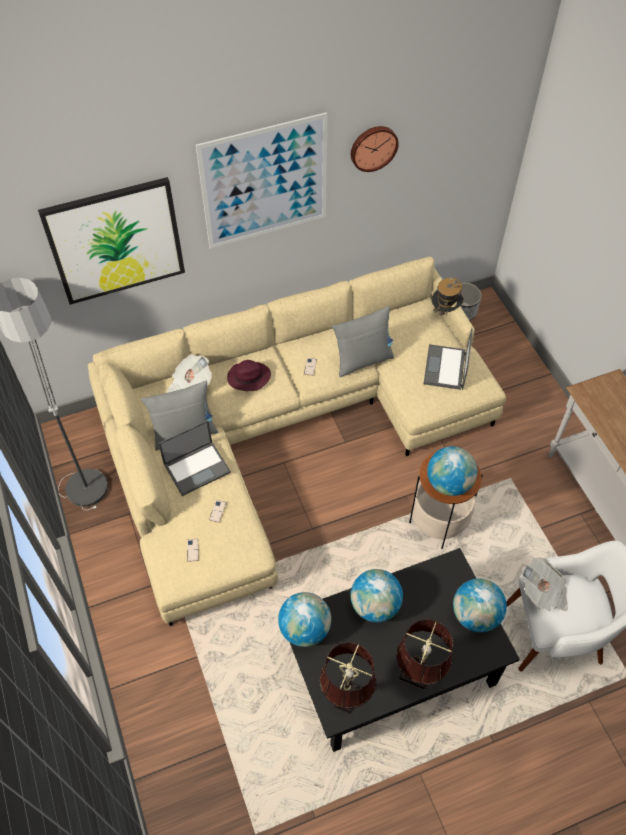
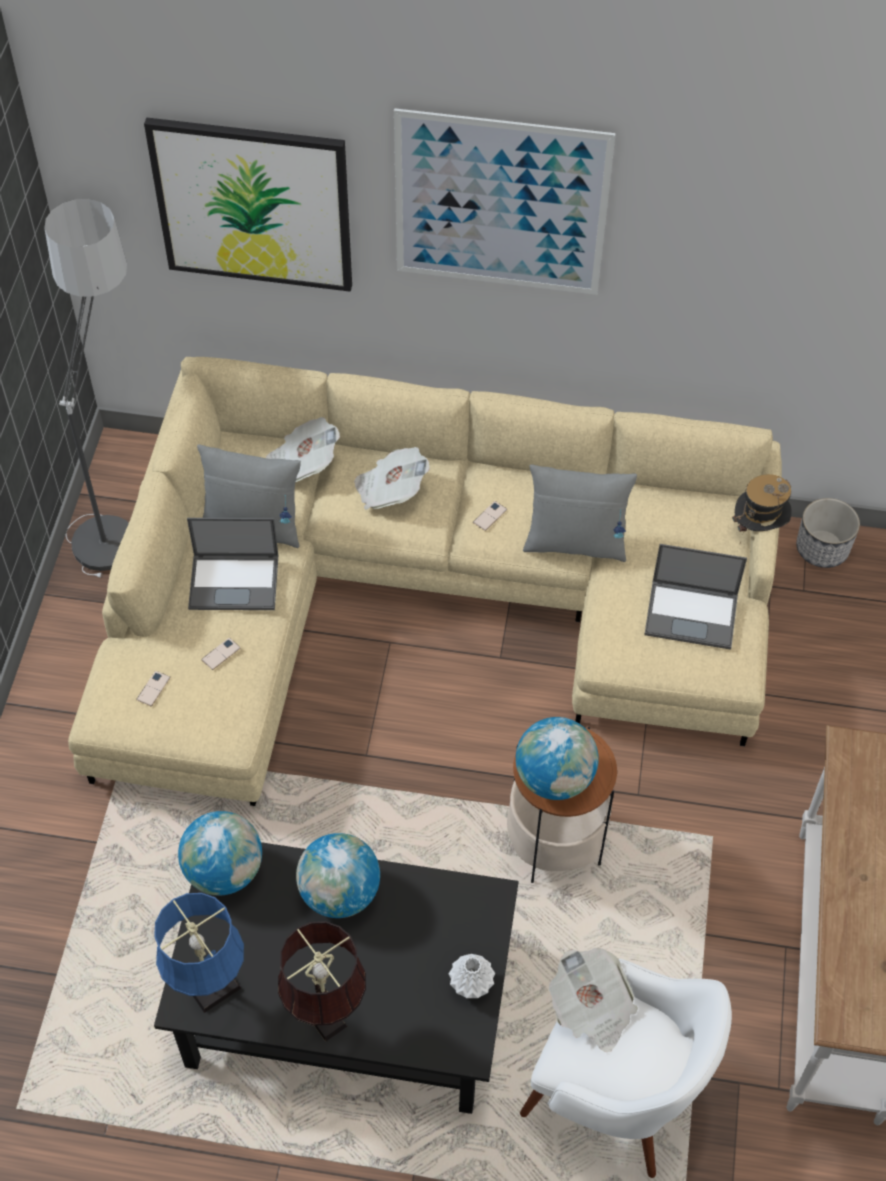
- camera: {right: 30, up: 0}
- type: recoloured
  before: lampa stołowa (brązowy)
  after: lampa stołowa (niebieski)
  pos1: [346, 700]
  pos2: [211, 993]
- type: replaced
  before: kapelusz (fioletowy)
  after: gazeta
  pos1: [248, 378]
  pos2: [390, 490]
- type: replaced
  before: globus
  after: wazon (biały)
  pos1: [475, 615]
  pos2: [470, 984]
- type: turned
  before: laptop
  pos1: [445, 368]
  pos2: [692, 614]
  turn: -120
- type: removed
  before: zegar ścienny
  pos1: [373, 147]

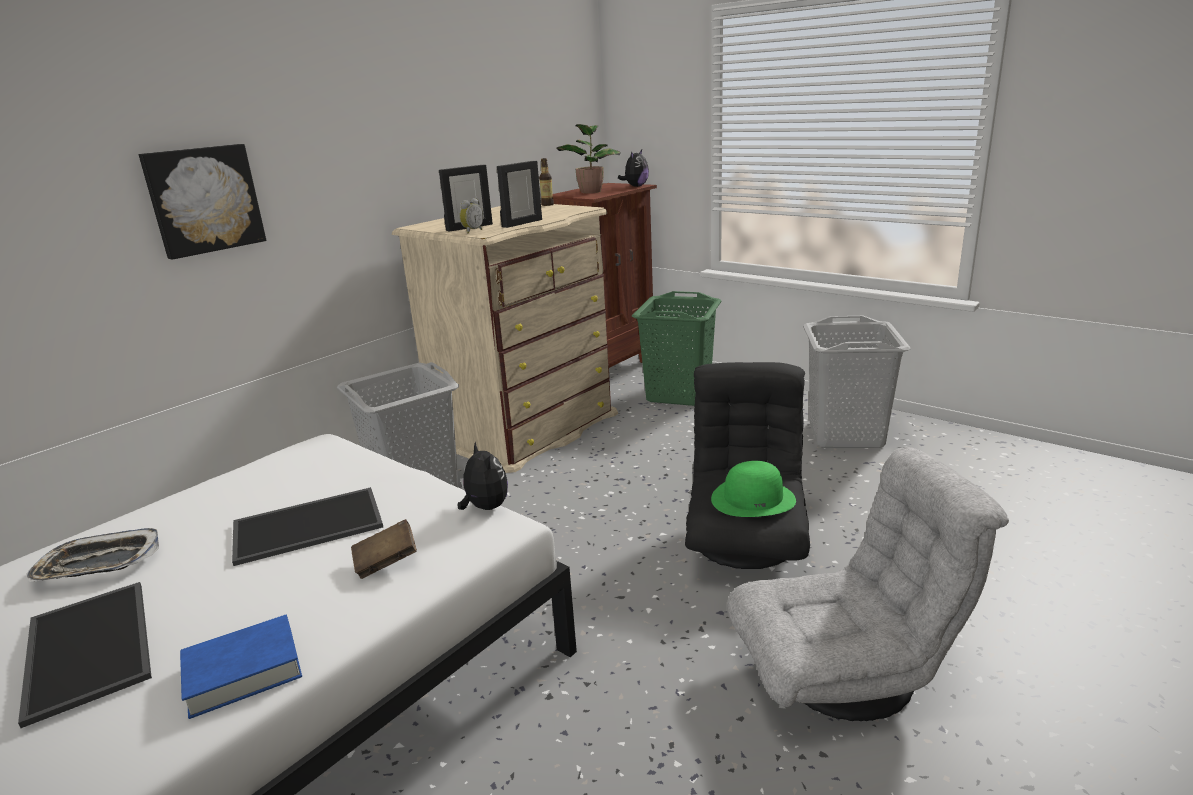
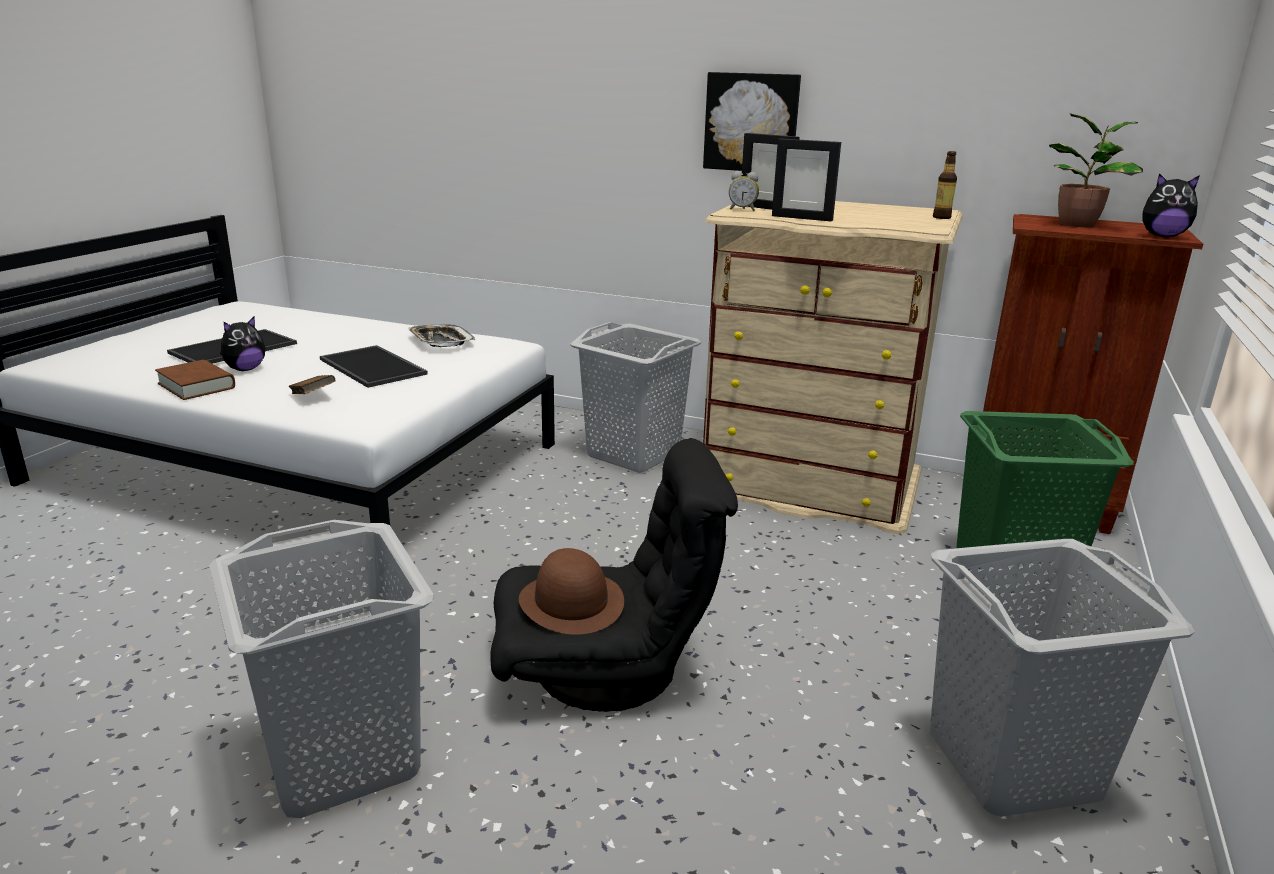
- camera: {right: 70, up: 0}
- type: recoloured
  before: książka (niebieski)
  after: książka (brązowy)
  pos1: [243, 671]
  pos2: [196, 386]
- type: replaced
  before: fotel (szary)
  after: kosz na pranie (szary)
  pos1: [843, 674]
  pos2: [341, 759]
- type: moved
  before: pluszak
  pos1: [485, 507]
  pos2: [245, 369]
- type: moved
  before: taca
  pos1: [98, 564]
  pos2: [441, 341]
- type: recoloured
  before: kapelusz (zielony)
  after: kapelusz (brązowy)
  pos1: [753, 499]
  pos2: [571, 602]
- type: moved
  before: obraz
  pos1: [204, 200]
  pos2: [751, 122]

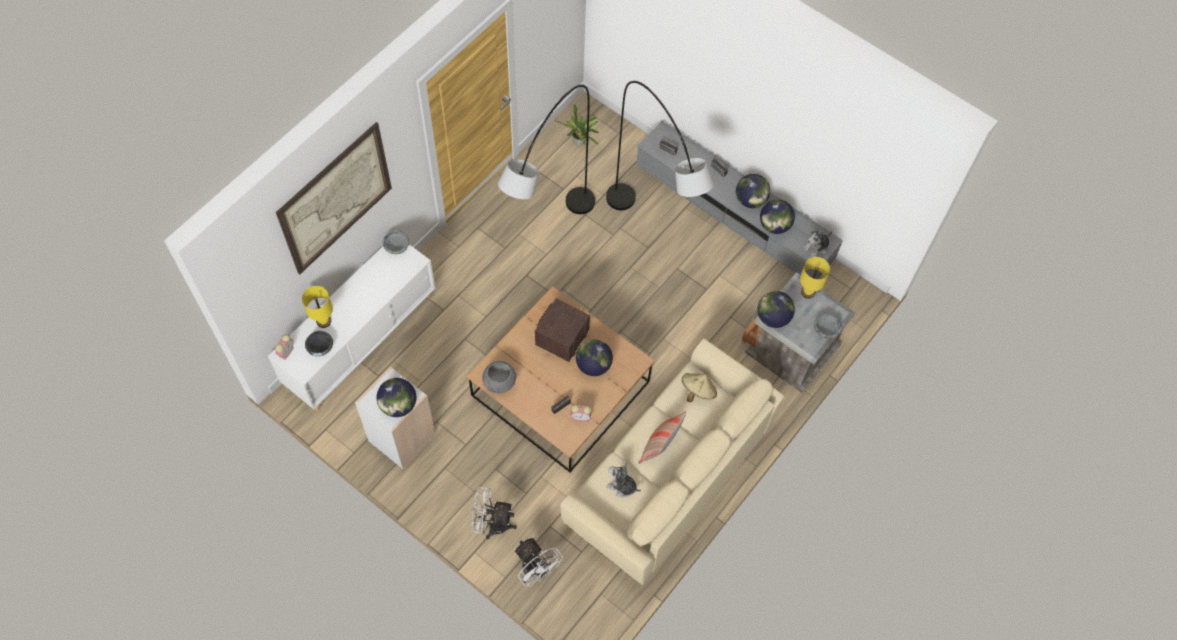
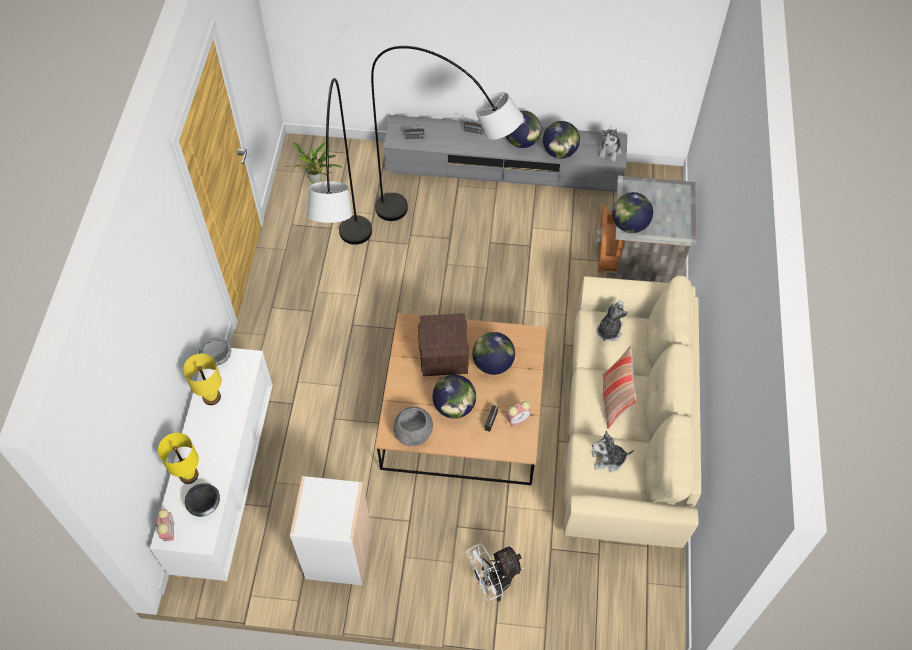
- camera: {right: -30, up: -5}
- type: moved
  before: lampa stołowa (żółty)
  pos1: [808, 292]
  pos2: [212, 397]
- type: moved
  before: globus
  pos1: [398, 405]
  pos2: [454, 407]
- type: replaced
  before: kapelusz (beżowy)
  after: pluszak
  pos1: [697, 391]
  pos2: [609, 330]
- type: removed
  before: obraz
  pos1: [336, 198]
- type: removed
  before: wentylator (biały)
  pos1: [535, 571]
- type: removed
  before: miska (szary)
  pos1: [825, 330]

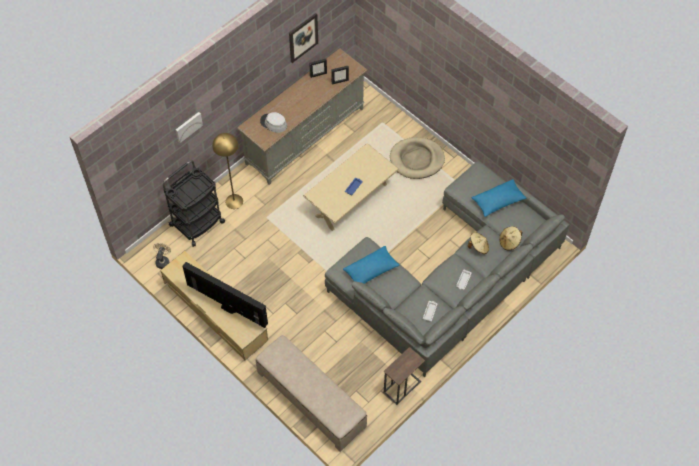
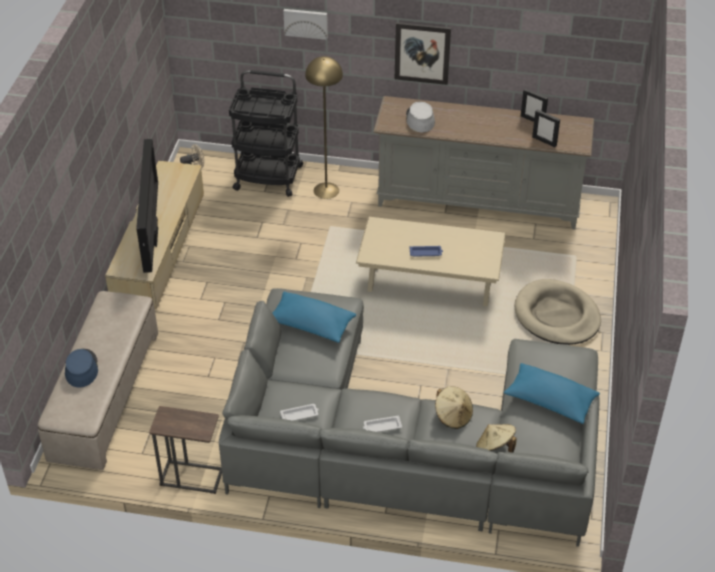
- camera: {right: 55, up: -15}
- type: added
  after: kapelusz (niebieski)
  pos2: [81, 369]
- type: moved
  before: obraz
  pos1: [303, 37]
  pos2: [422, 53]

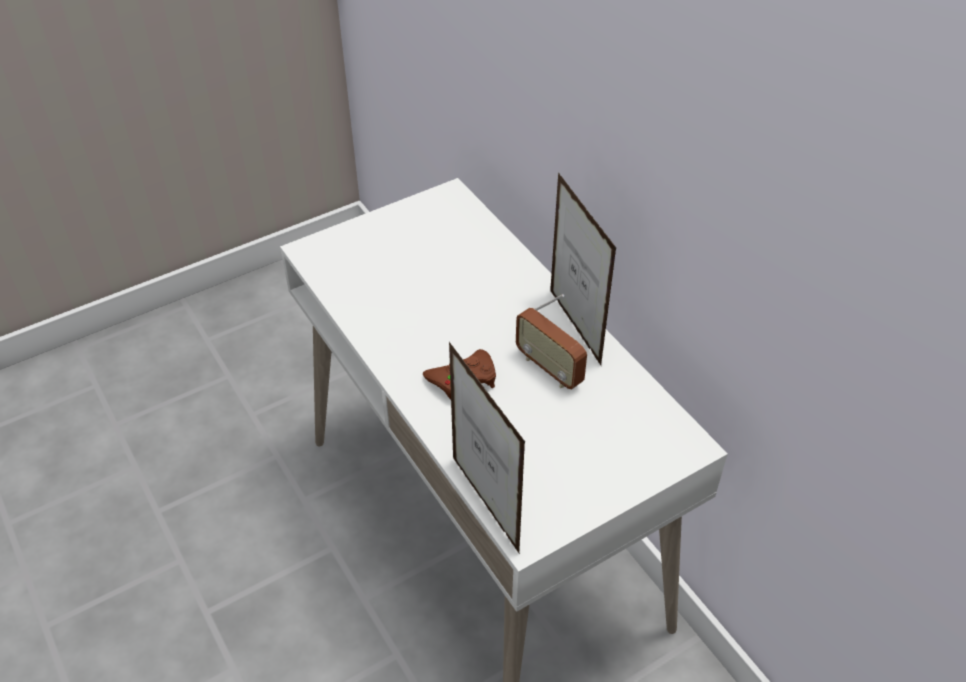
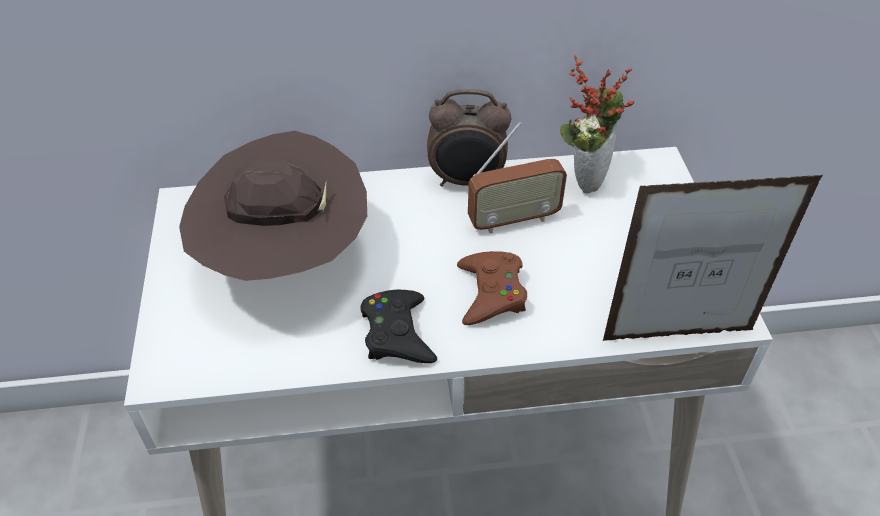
- camera: {right: -65, up: 0}
- type: added
  after: kapelusz (brązowy)
  pos2: [284, 260]
- type: added
  after: pad do gier (czarny)
  pos2: [397, 333]
- type: replaced
  before: ramka na zdjęcie
  after: budzik
  pos1: [575, 327]
  pos2: [466, 181]
- type: added
  after: roślina doniczkowa
  pos2: [585, 176]

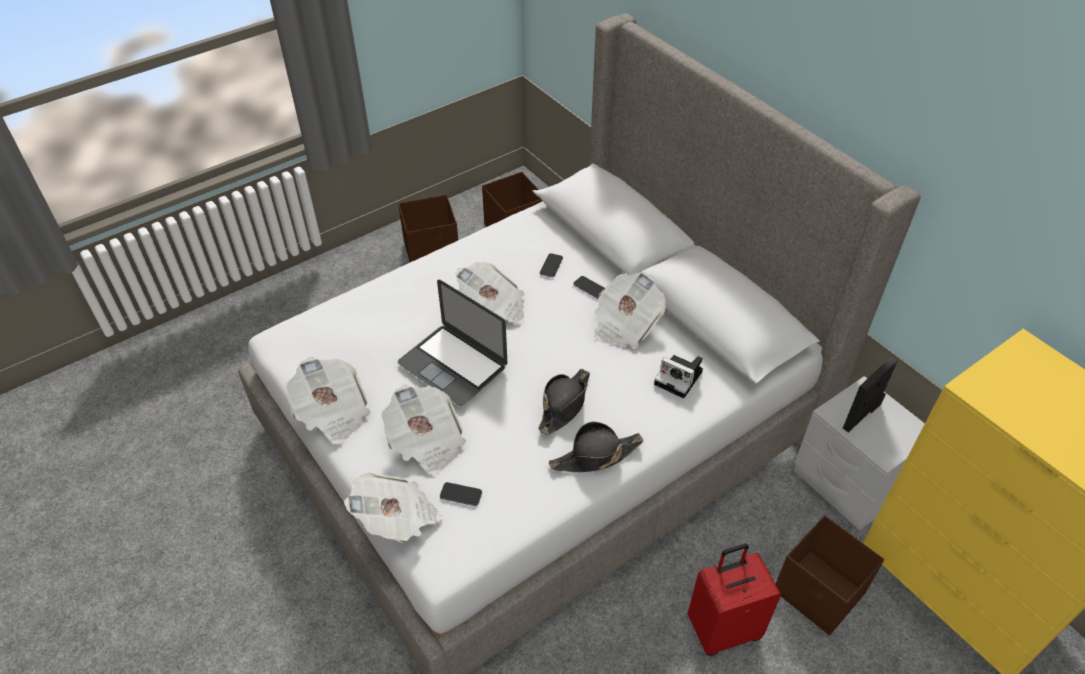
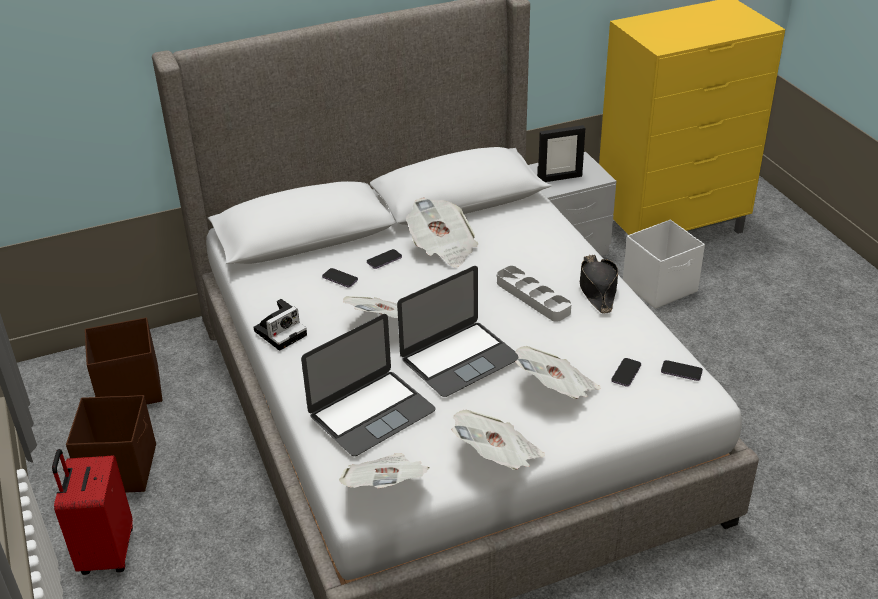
- camera: {right: -75, up: -10}
- type: moved
  before: walizka (czerwony)
  pos1: [723, 628]
  pos2: [105, 552]
- type: moved
  before: aparat fotograficzny
  pos1: [680, 378]
  pos2: [281, 332]
- type: added
  after: laptop
  pos2: [371, 412]
- type: moved
  before: gazeta
  pos1: [397, 519]
  pos2: [386, 487]
- type: replaced
  before: kapelusz (czarny)
  after: taca (szary)
  pos1: [564, 405]
  pos2: [533, 297]
- type: turned
  before: ramka na zdjęcie
  pos1: [862, 416]
  pos2: [559, 177]
  turn: -75
- type: recoloured
  before: pojemnik do przechowywania (brązowy)
  after: pojemnik do przechowywania (biały)
  pos1: [819, 593]
  pos2: [660, 287]
- type: added
  after: telefon
  pos2: [681, 372]

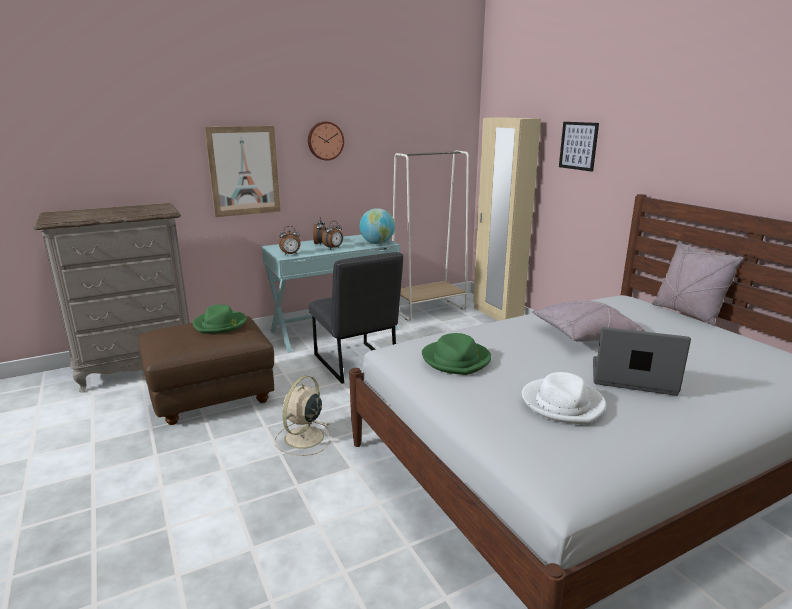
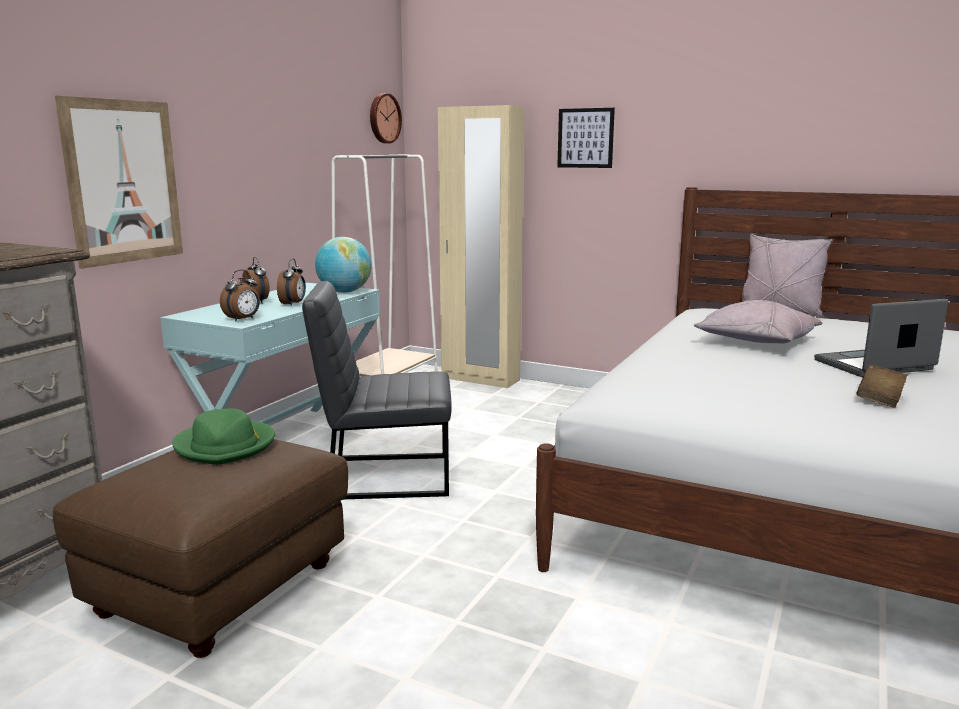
- camera: {right: -35, up: -5}
- type: turned
  before: krzesło (szary)
  pos1: [355, 363]
  pos2: [385, 476]
  turn: 150
- type: moved
  before: zegar ścienny
  pos1: [325, 141]
  pos2: [383, 118]
- type: replaced
  before: kapelusz (biały)
  after: książka (brązowy)
  pos1: [563, 404]
  pos2: [880, 398]
- type: removed
  before: wentylator (beżowy)
  pos1: [303, 438]
- type: removed
  before: kapelusz (zielony)
  pos1: [456, 360]

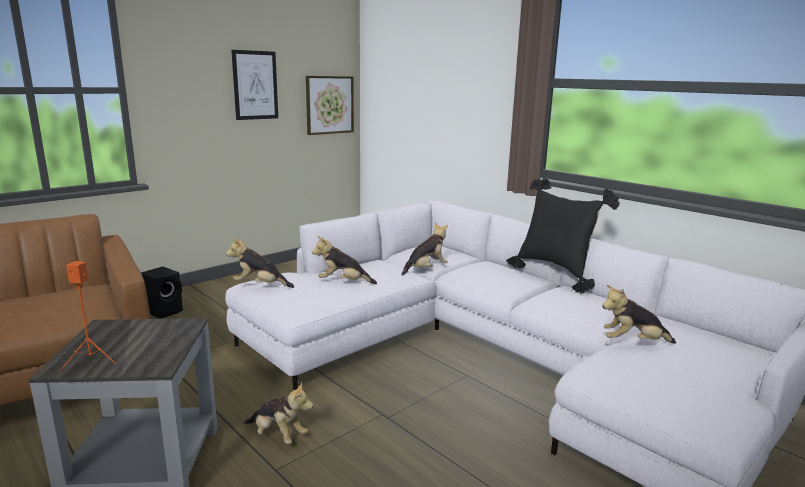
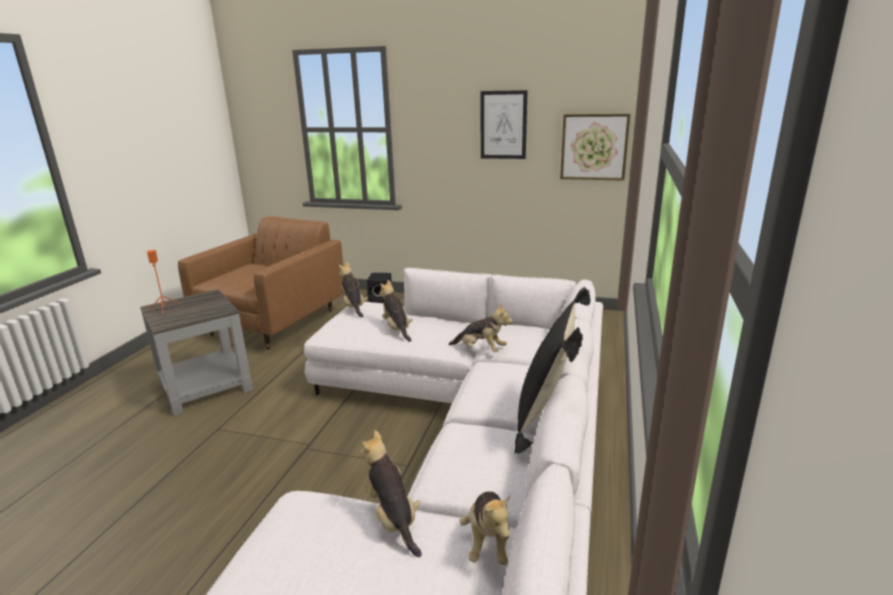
- camera: {right: 60, up: 5}
- type: moved
  before: pluszak
  pos1: [278, 435]
  pos2: [488, 541]

